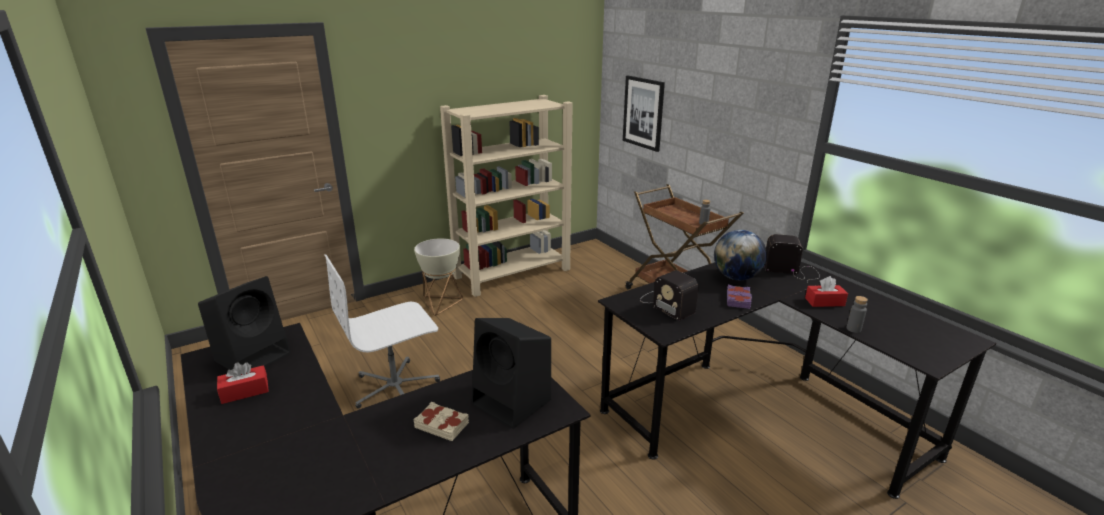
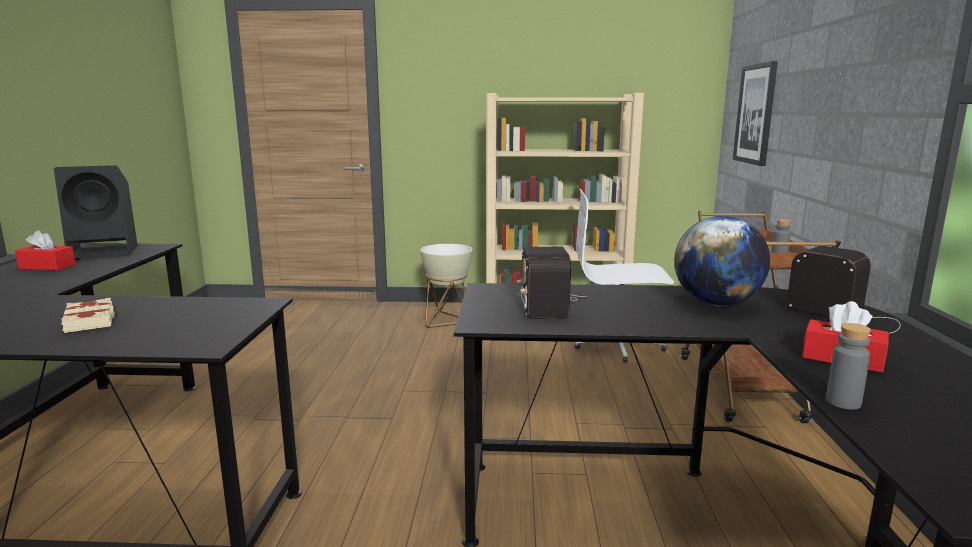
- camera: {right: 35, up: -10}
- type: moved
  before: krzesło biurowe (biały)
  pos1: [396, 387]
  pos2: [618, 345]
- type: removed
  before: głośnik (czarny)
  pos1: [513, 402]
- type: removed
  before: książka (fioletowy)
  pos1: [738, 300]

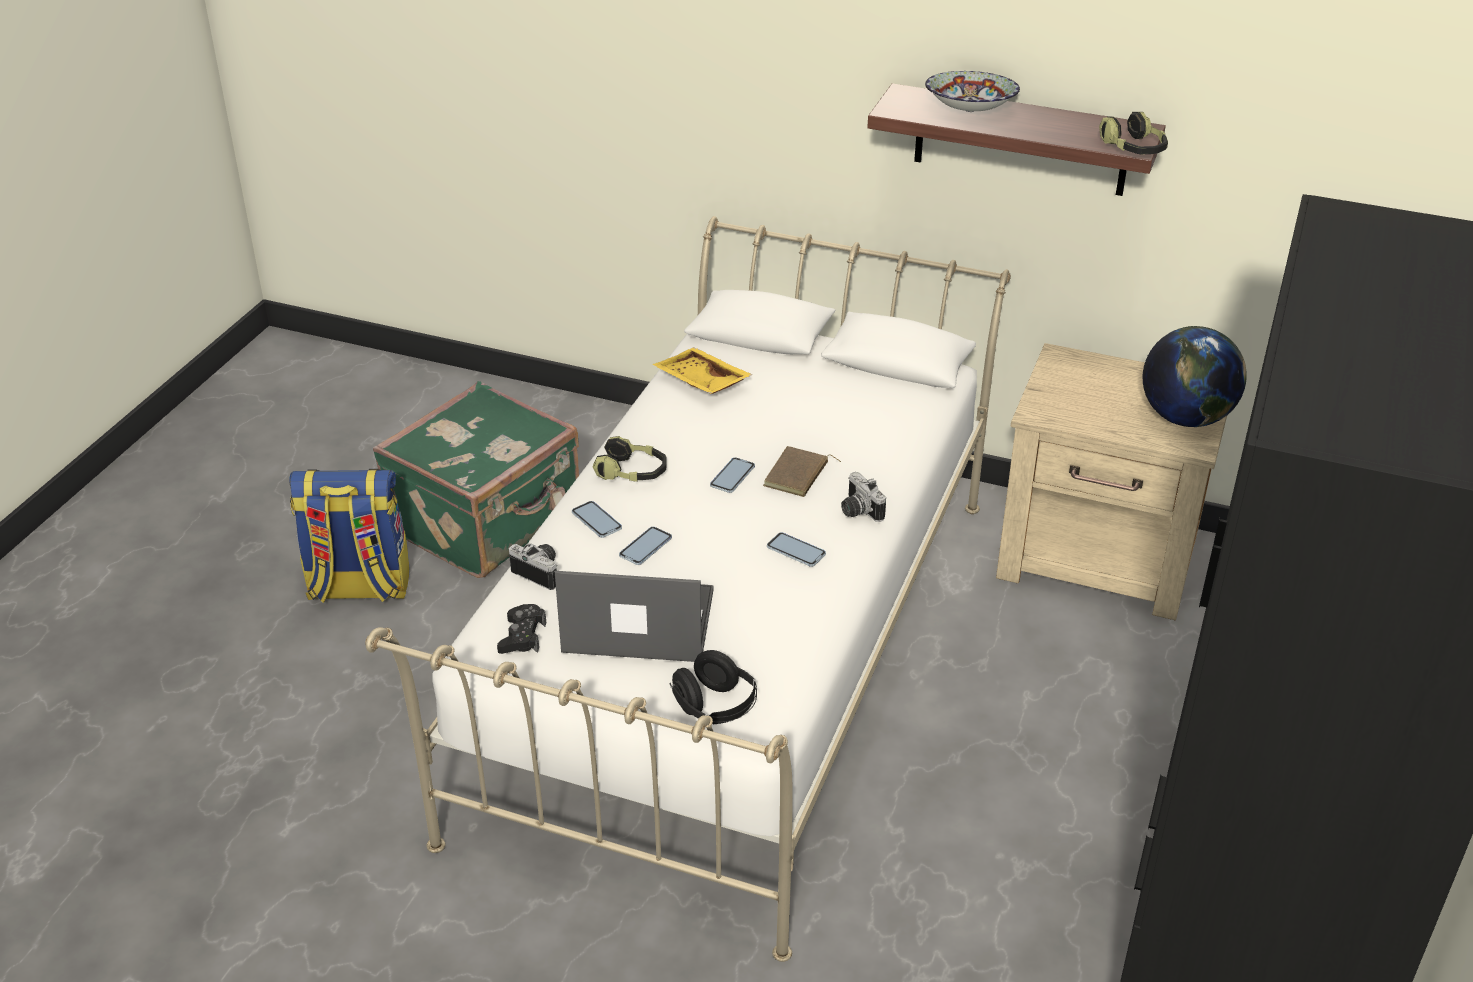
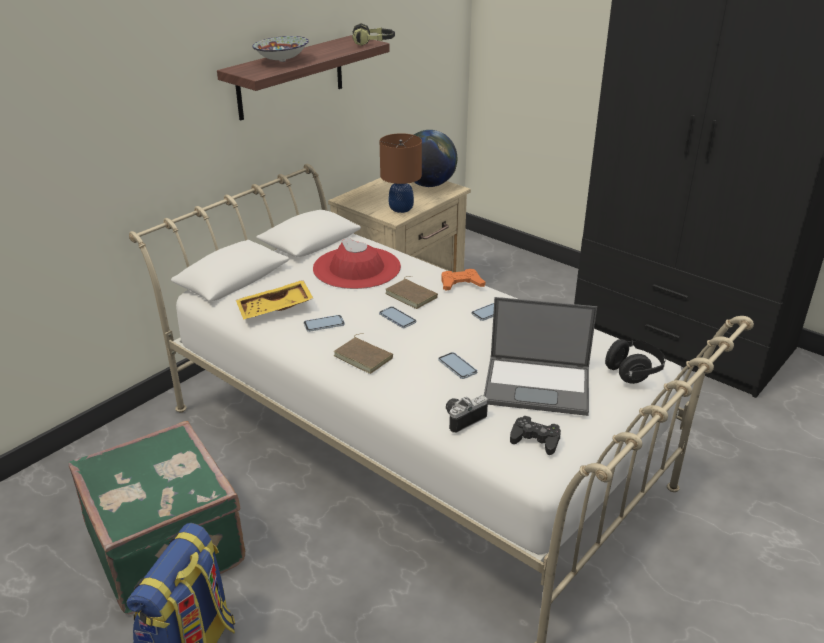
- camera: {right: -70, up: -5}
- type: moved
  before: telefon
  pos1: [596, 520]
  pos2: [324, 324]
- type: added
  after: kapelusz (czerwony)
  pos2: [357, 268]
- type: replaced
  before: słuchawki
  after: książka (brązowy)
  pos1: [632, 473]
  pos2: [364, 357]
- type: added
  after: lampa stołowa (brązowy)
  pos2: [400, 210]
- type: replaced
  before: aparat fotograficzny
  after: pad do gier (pomarańczowy)
  pos1: [857, 510]
  pos2: [461, 284]
- type: turned
  before: laptop
  pos1: [636, 621]
  pos2: [538, 385]
  turn: -105

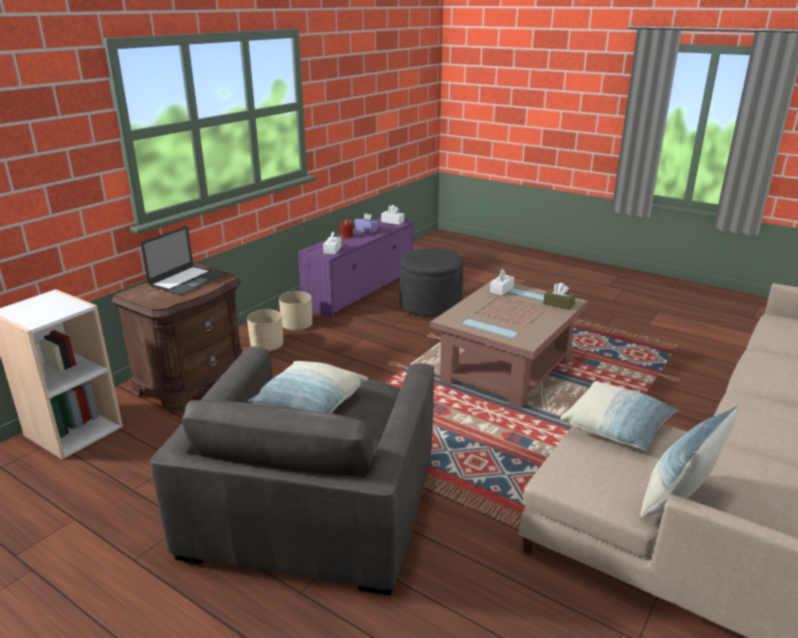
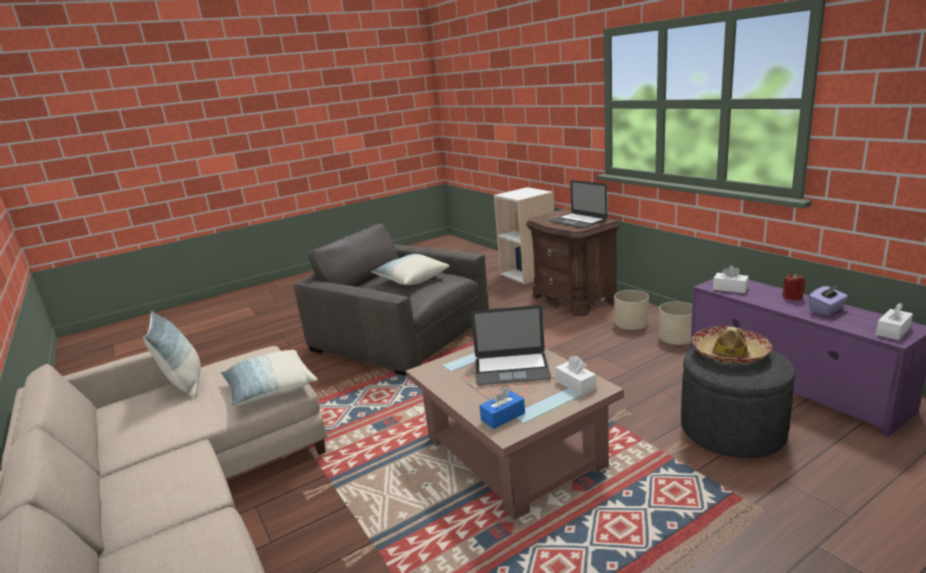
- camera: {right: 115, up: -5}
- type: added
  after: laptop
  pos2: [511, 368]
- type: recoloured
  before: pudełko chusteczek (brązowy)
  after: pudełko chusteczek (niebieski)
  pos1: [558, 304]
  pos2: [503, 416]
- type: added
  after: kapelusz
  pos2: [730, 353]

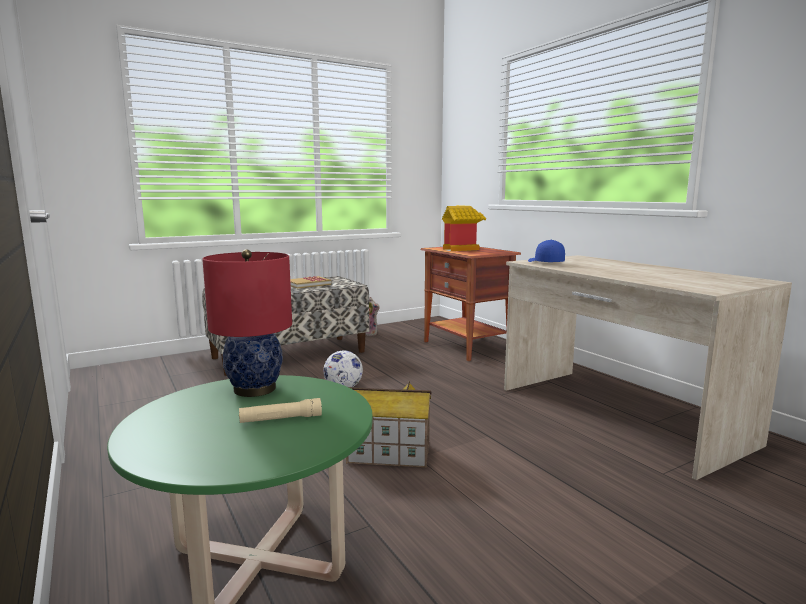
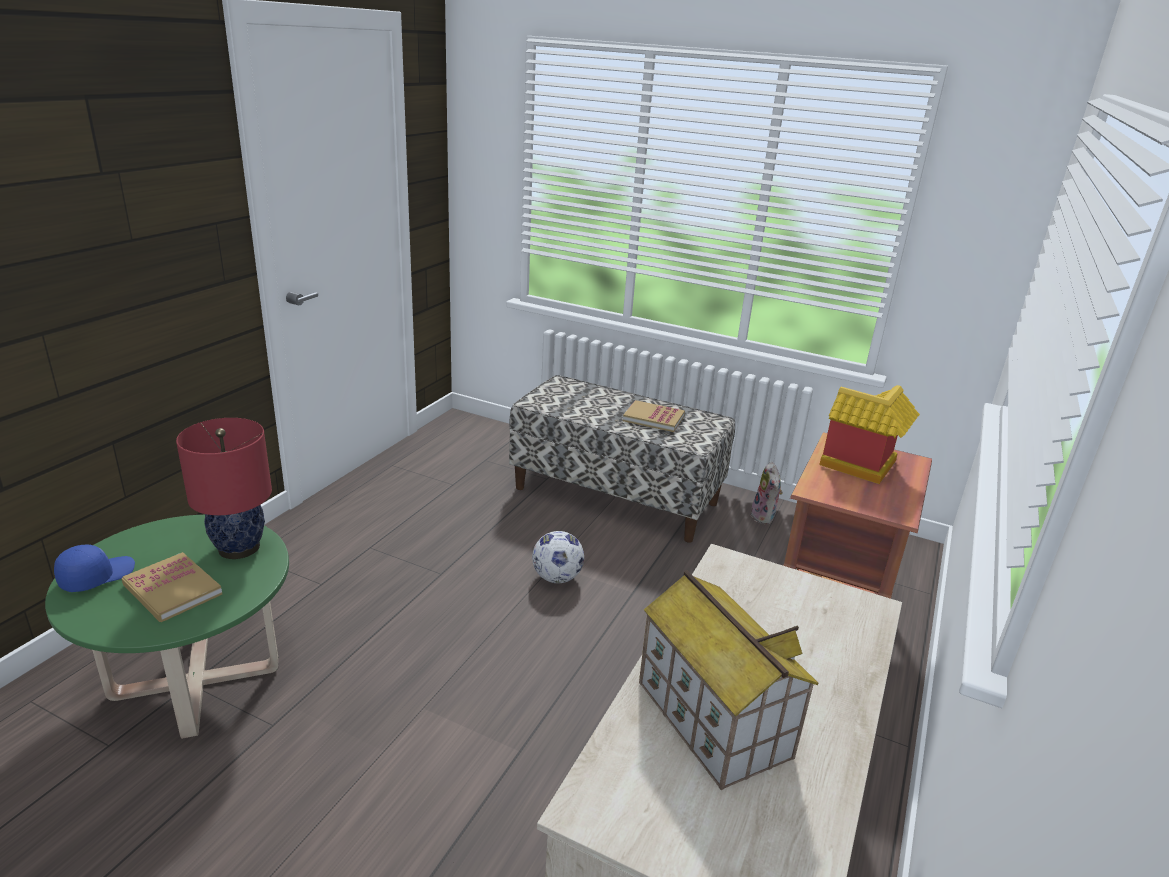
- camera: {right: 55, up: 15}
- type: moved
  before: czapka z daszkiem (niebieski)
  pos1: [545, 262]
  pos2: [96, 576]
- type: replaced
  before: latarka (beżowy)
  after: książka
  pos1: [281, 419]
  pos2: [172, 590]
- type: moved
  before: domek
  pos1: [388, 454]
  pos2: [711, 718]

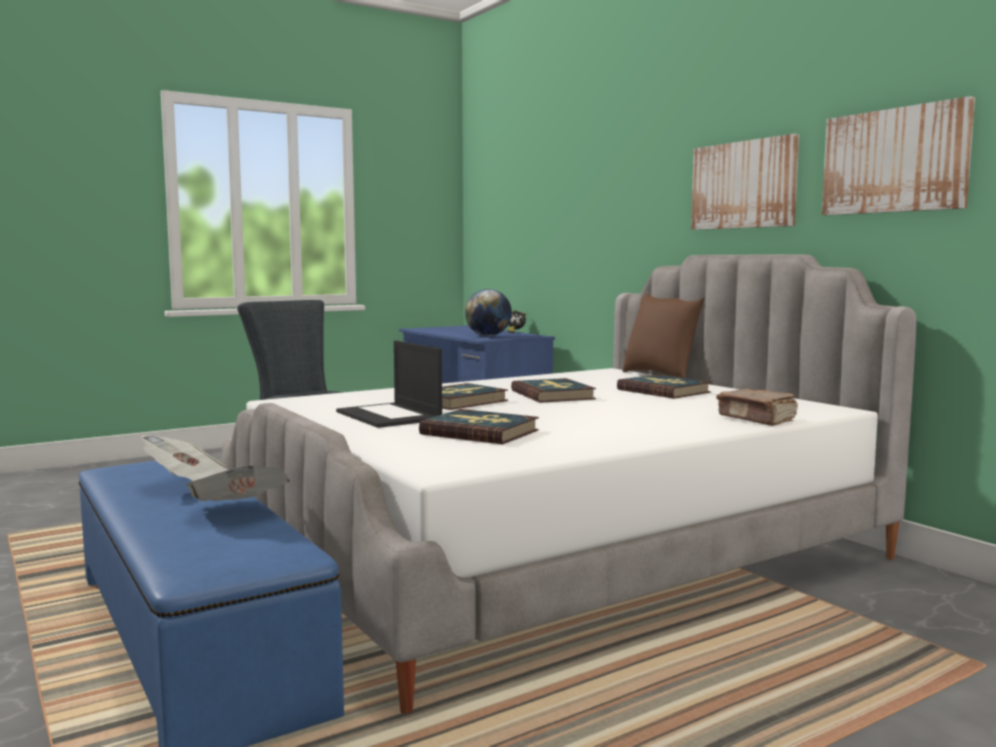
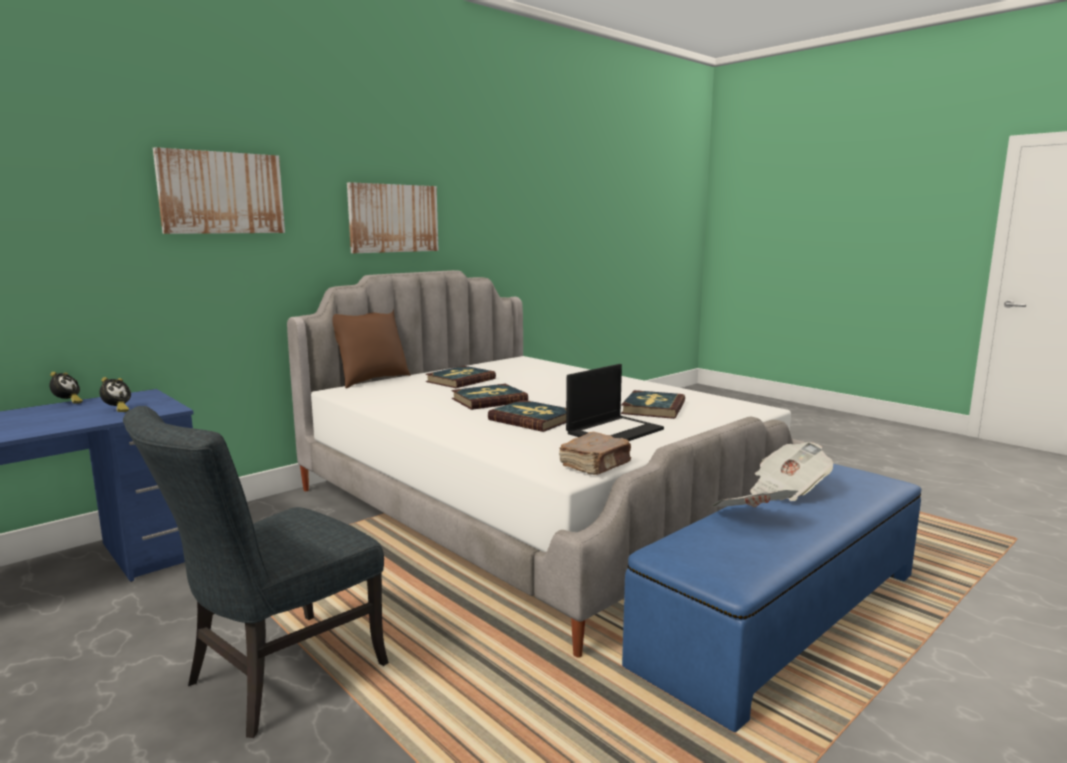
- camera: {right: -100, up: 5}
- type: replaced
  before: globus
  after: budzik
  pos1: [488, 336]
  pos2: [117, 410]
- type: moved
  before: obraz
  pos1: [894, 161]
  pos2: [221, 193]
- type: moved
  before: książka (brązowy)
  pos1: [756, 419]
  pos2: [596, 465]

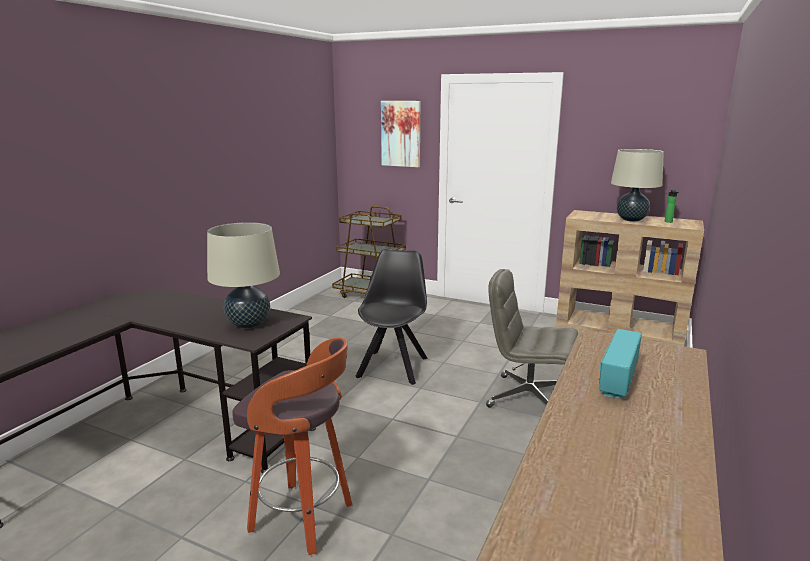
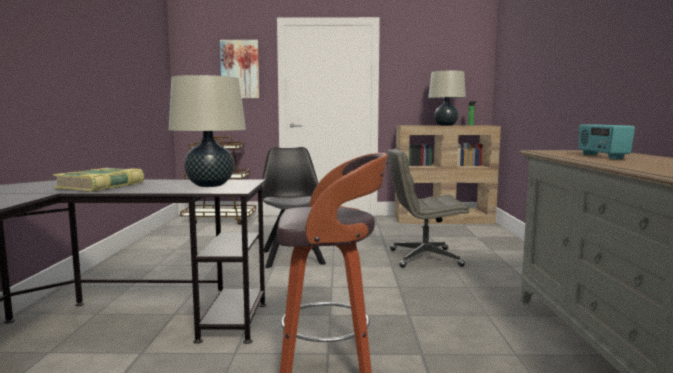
- camera: {right: -25, up: -10}
- type: added
  after: książka
  pos2: [101, 186]

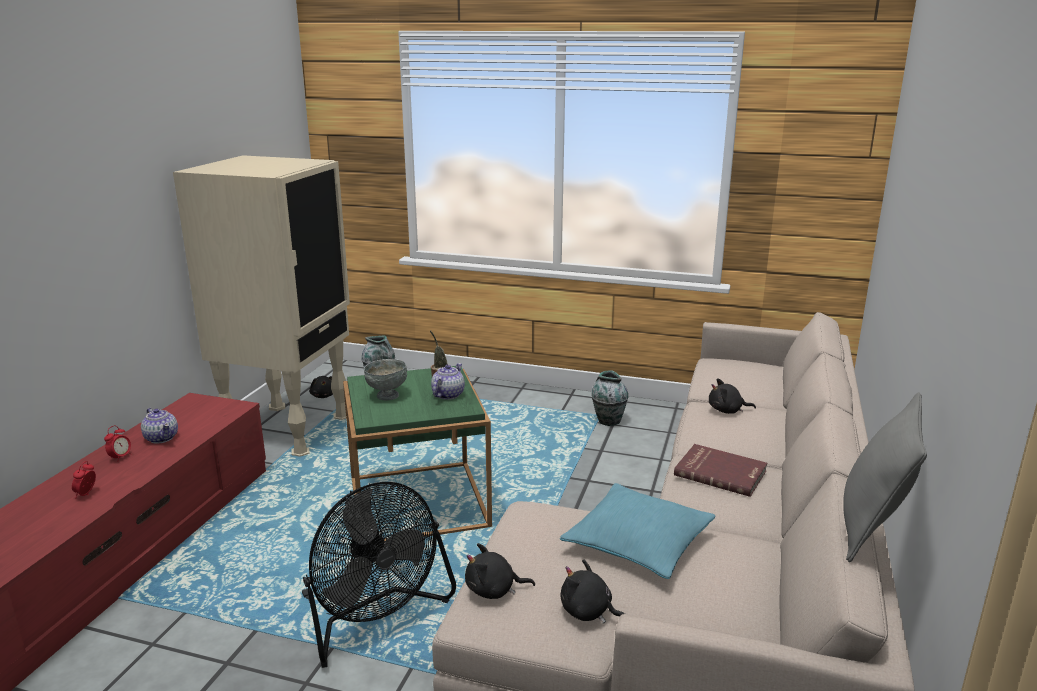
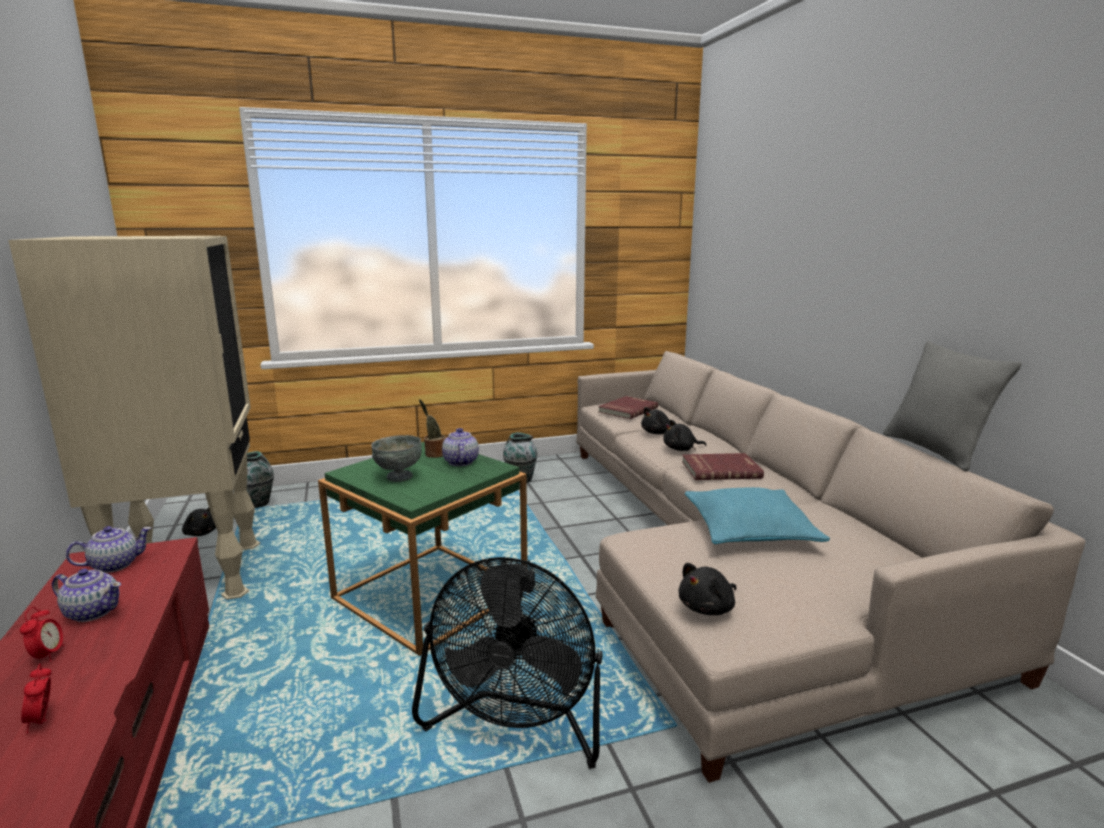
- camera: {right: -35, up: -5}
- type: added
  after: imbryk
  pos2: [115, 565]
- type: turned
  before: wentylator (czarny)
  pos1: [369, 619]
  pos2: [511, 720]
  turn: 90
- type: added
  after: książka (czerwony)
  pos2: [627, 410]
- type: moved
  before: pluszak (czarny)
  pos1: [589, 612]
  pos2: [681, 449]

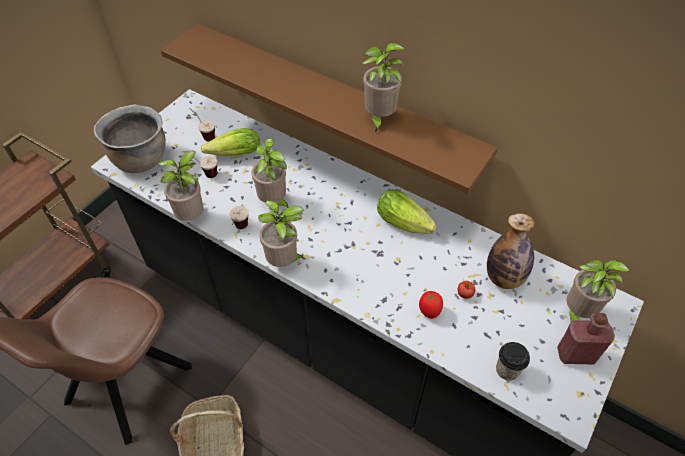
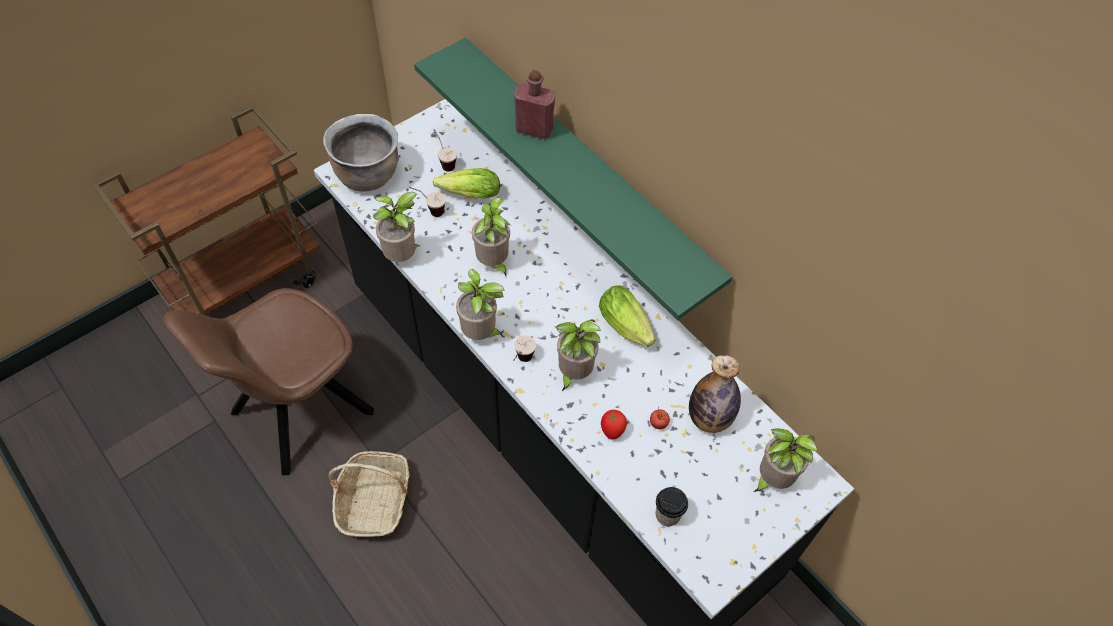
- camera: {right: 15, up: 5}
- type: recoloured
  before: półka (brązowy)
  after: półka (zielony)
  pos1: [333, 103]
  pos2: [585, 170]
- type: moved
  before: filiżanka
  pos1: [240, 230]
  pos2: [521, 363]
- type: moved
  before: butelka (czerwony)
  pos1: [575, 354]
  pos2: [534, 129]
- type: moved
  before: roślina doniczkowa
  pos1: [379, 119]
  pos2: [573, 374]

